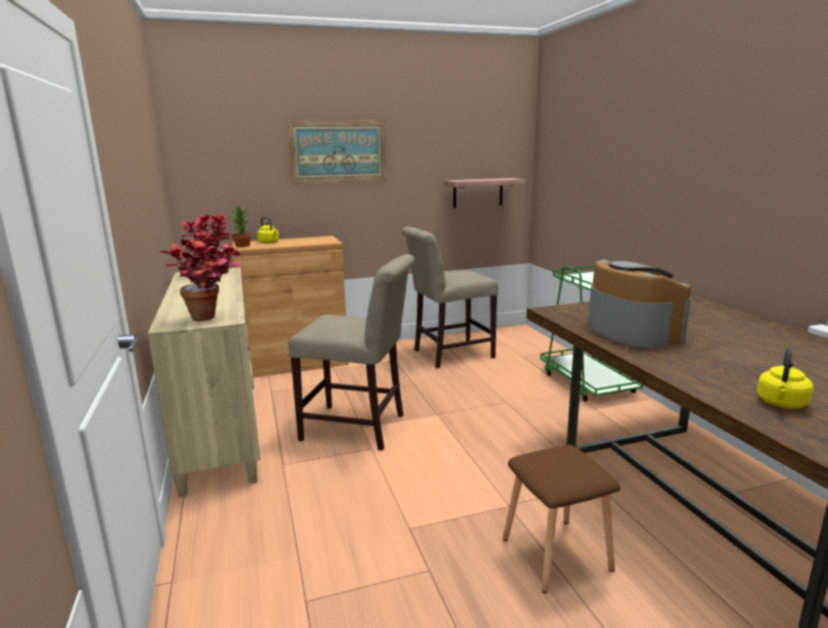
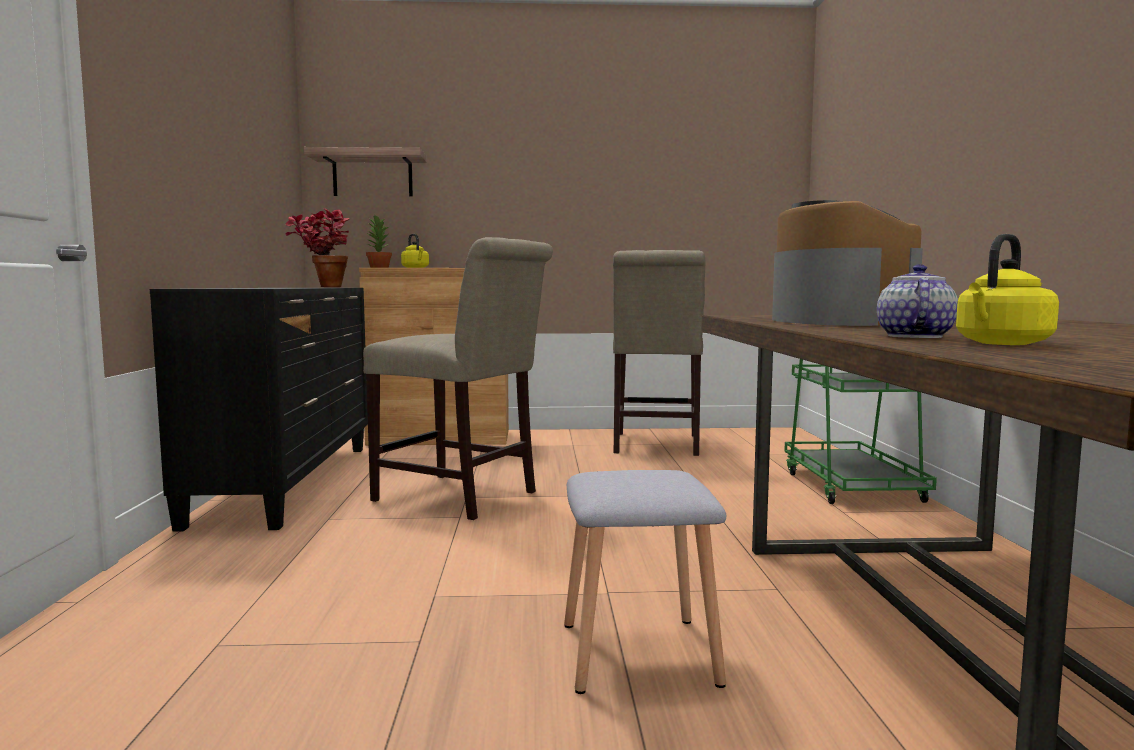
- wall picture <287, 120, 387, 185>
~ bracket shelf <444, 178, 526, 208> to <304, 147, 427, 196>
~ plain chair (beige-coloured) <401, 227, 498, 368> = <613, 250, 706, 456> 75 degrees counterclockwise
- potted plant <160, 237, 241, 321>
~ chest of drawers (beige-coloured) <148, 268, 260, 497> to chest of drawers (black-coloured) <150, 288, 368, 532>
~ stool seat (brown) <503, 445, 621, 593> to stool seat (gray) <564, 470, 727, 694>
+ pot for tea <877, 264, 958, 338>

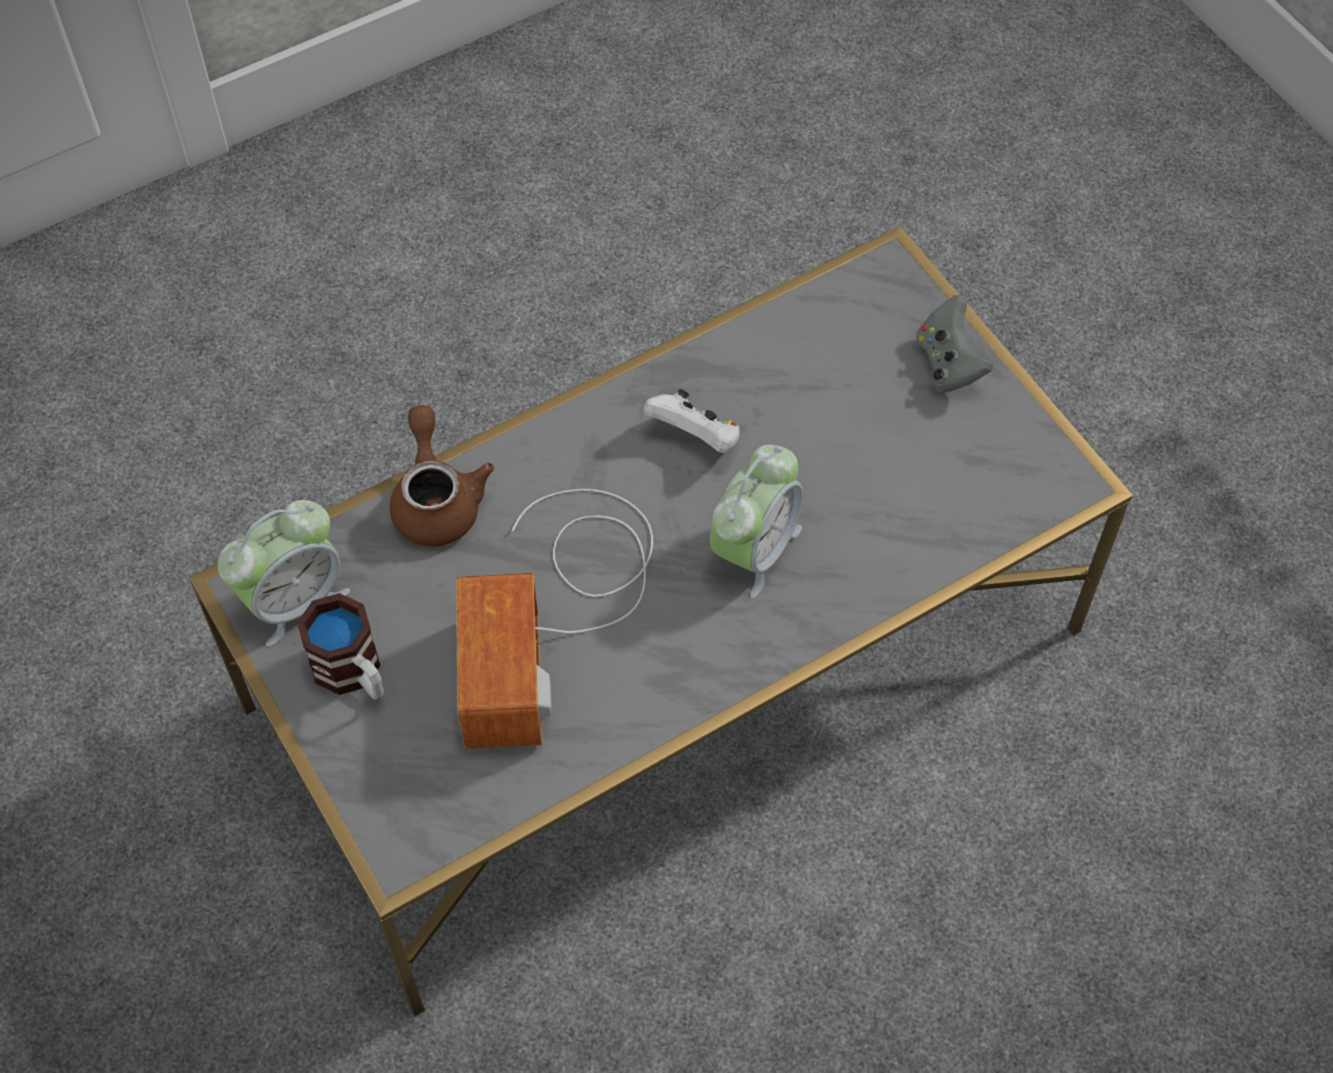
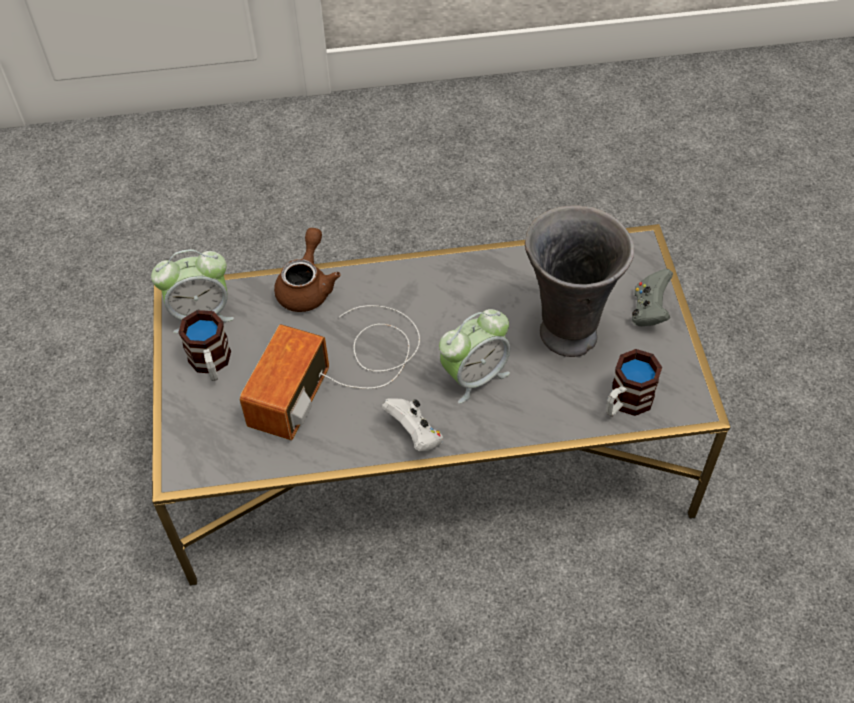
~ gamepad (whitish) <643, 389, 740, 453> to <382, 398, 443, 451>
+ decorative vase (gray) <525, 205, 634, 357>
+ coffee mug <606, 349, 662, 416>

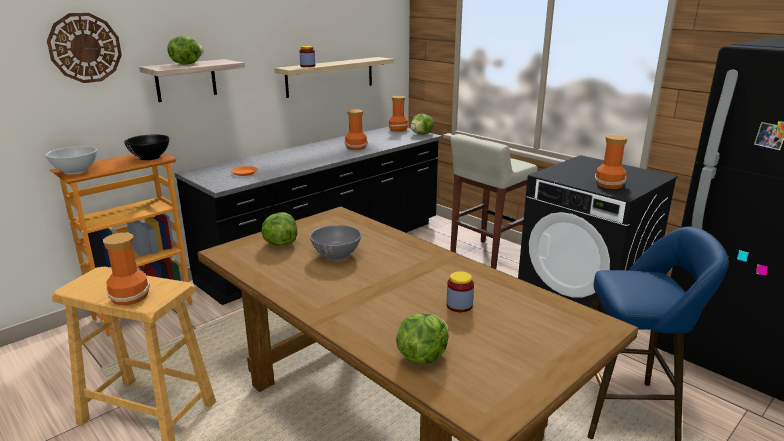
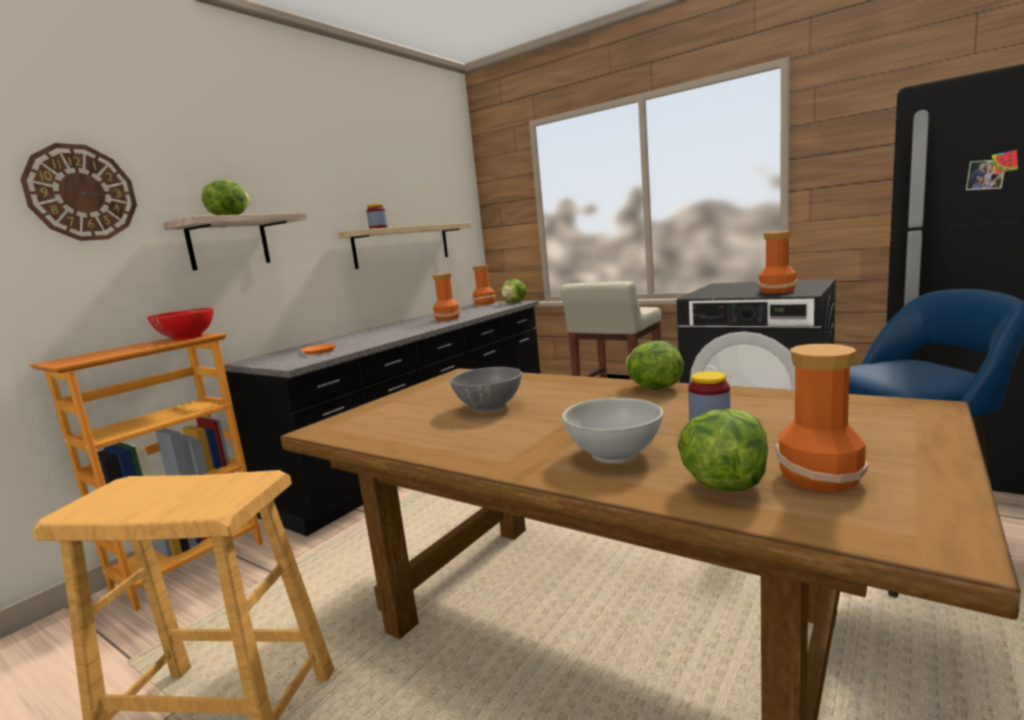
~ bowl (black-coloured) <124, 134, 169, 160> to bowl (red-coloured) <147, 308, 214, 341>
~ bowl (whitish) <45, 146, 97, 175> to <562, 398, 663, 463>
~ head of lettuce <261, 212, 297, 246> to <626, 341, 684, 389>
~ decorative vase <103, 233, 150, 305> to <775, 344, 868, 492>

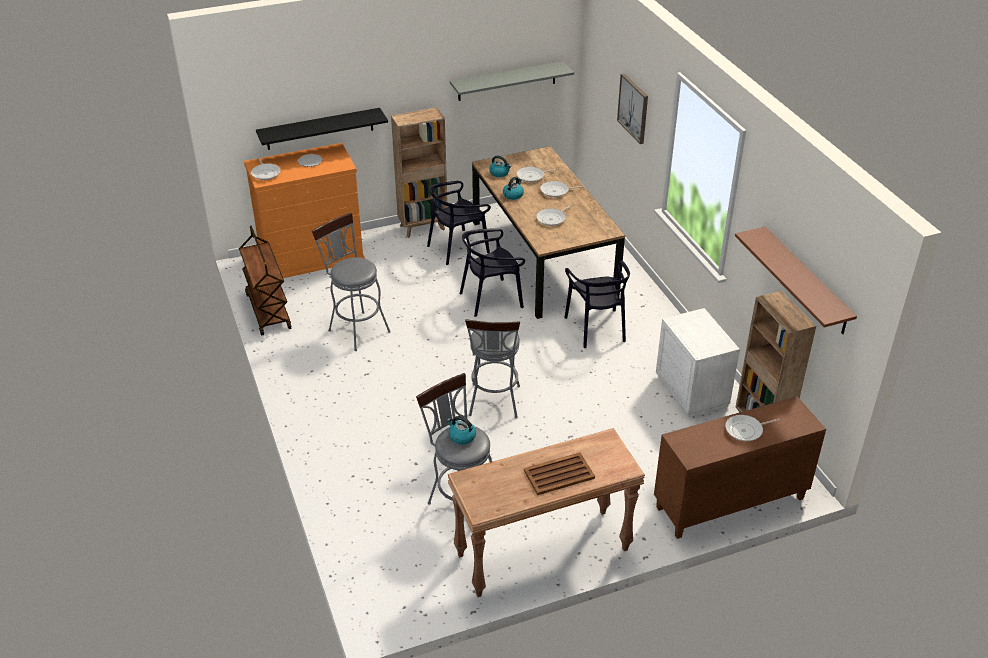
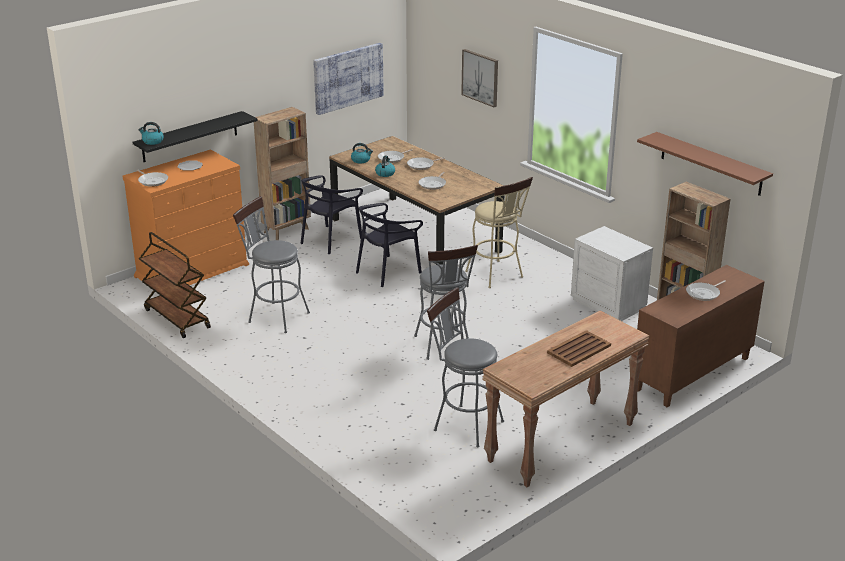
~ bracket shelf (gray) <450, 61, 574, 101> to wall picture <313, 43, 384, 115>
~ plain chair (black-coloured) <564, 261, 630, 348> to stool seat (beige-coloured) <465, 177, 533, 288>
~ water kettle <447, 416, 476, 444> to <138, 122, 164, 145>

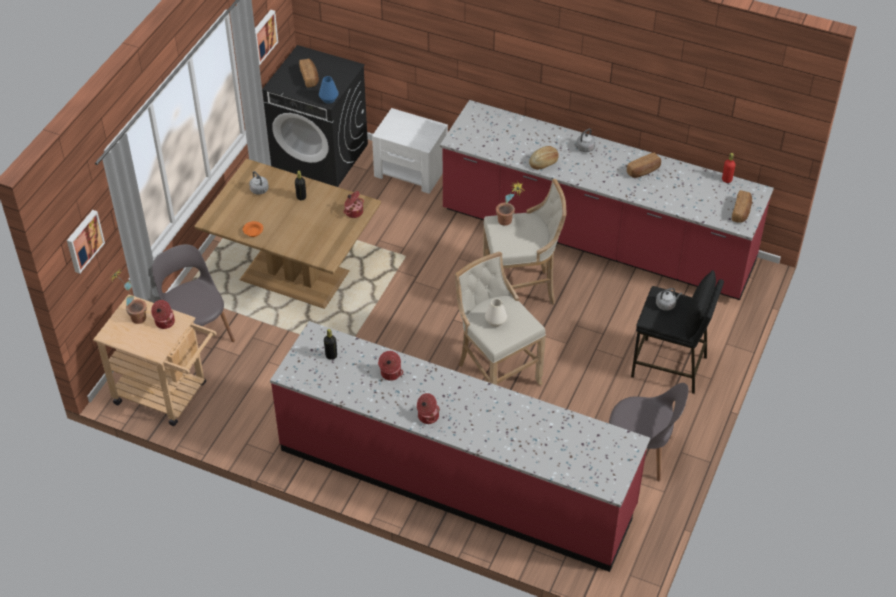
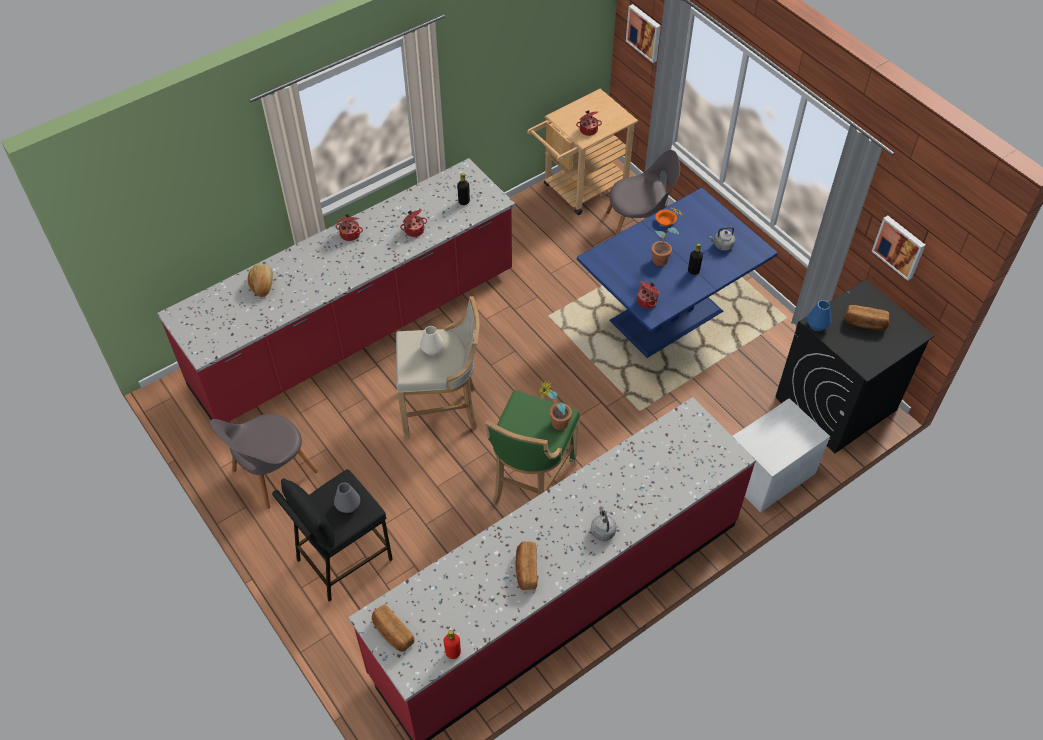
~ bakery bread <529, 146, 559, 169> to <248, 264, 273, 297>
~ dining table (brown) <195, 159, 381, 309> to dining table (blue) <577, 188, 778, 358>
~ stool seat (beige-coloured) <483, 179, 566, 305> to stool seat (green-coloured) <485, 390, 580, 505>
~ potted plant <110, 270, 147, 324> to <651, 208, 683, 266>
~ water kettle (gray) <656, 288, 682, 311> to decorative vase (gray) <334, 483, 360, 513>

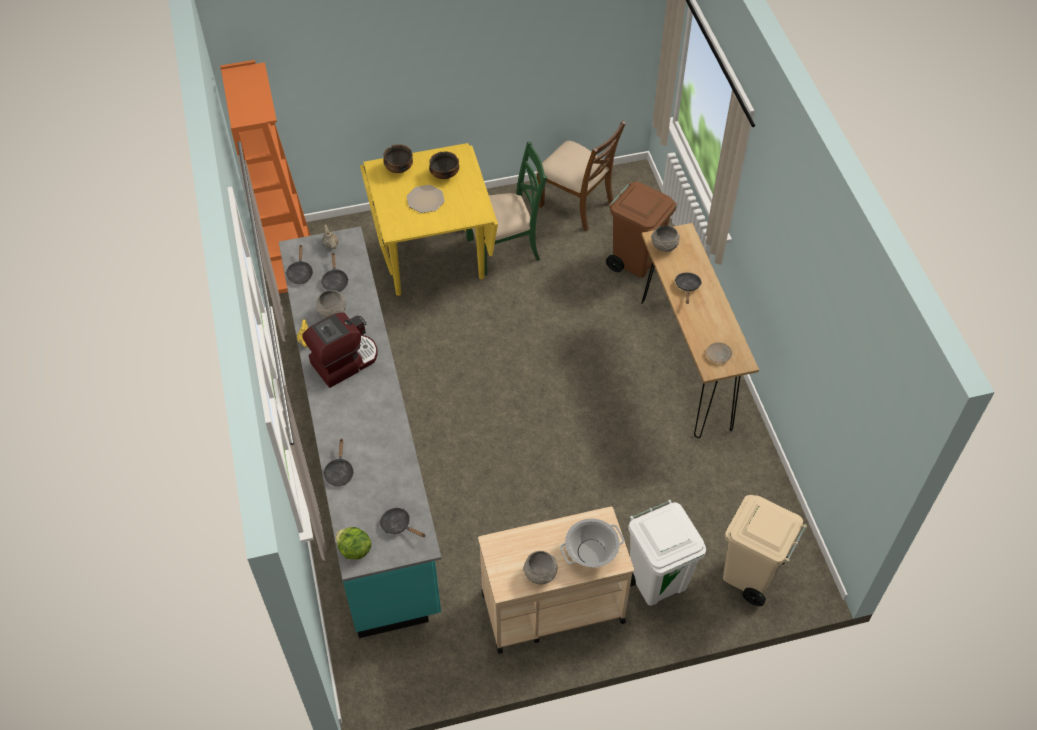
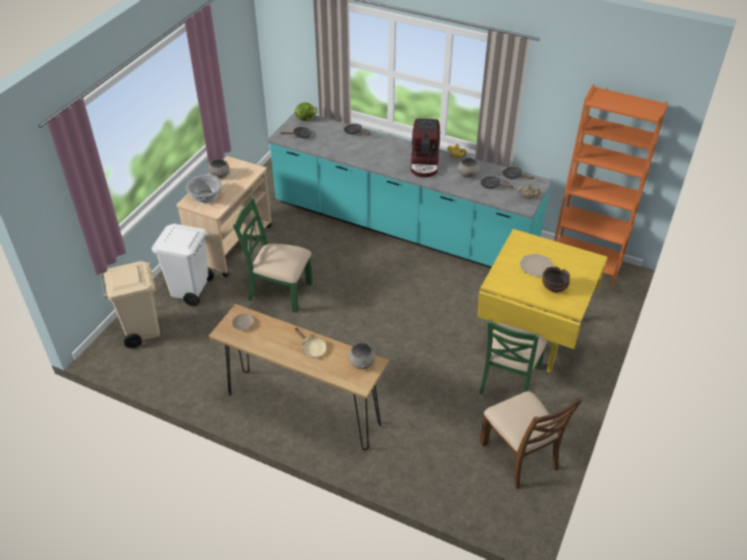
~ plain chair (brown) <536, 121, 626, 231> = <480, 391, 582, 489> 105 degrees counterclockwise
- bowl <383, 145, 413, 173>
- rubbish bin (brown) <606, 182, 677, 278>
~ pan (black-coloured) <675, 272, 702, 304> to pan (beige-coloured) <295, 328, 327, 358>
+ plain chair (green-coloured) <233, 198, 313, 313>

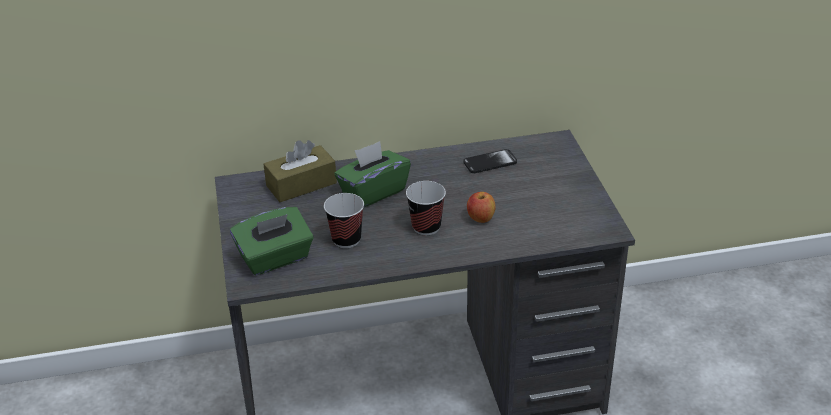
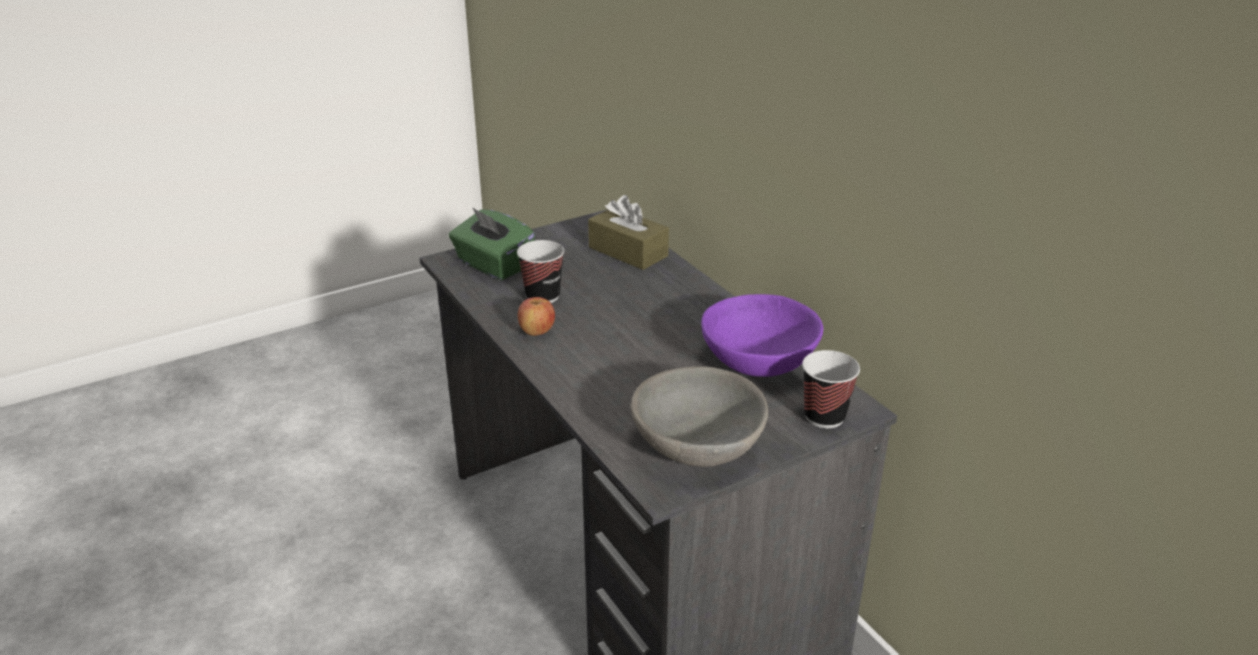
- tissue holder (green-coloured) <334, 141, 411, 207>
~ phone <463, 149, 517, 173> to bowl (purplish) <701, 294, 823, 377>
~ cup <406, 181, 446, 235> to <802, 350, 860, 428>
~ apple fruit <467, 192, 496, 223> to <518, 297, 555, 336>
+ bowl (gray) <631, 366, 768, 467>

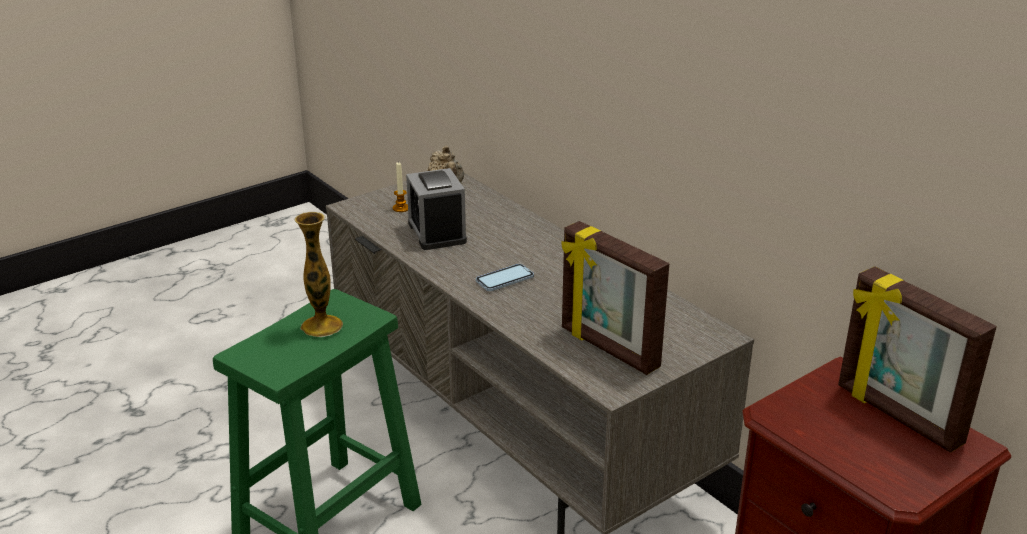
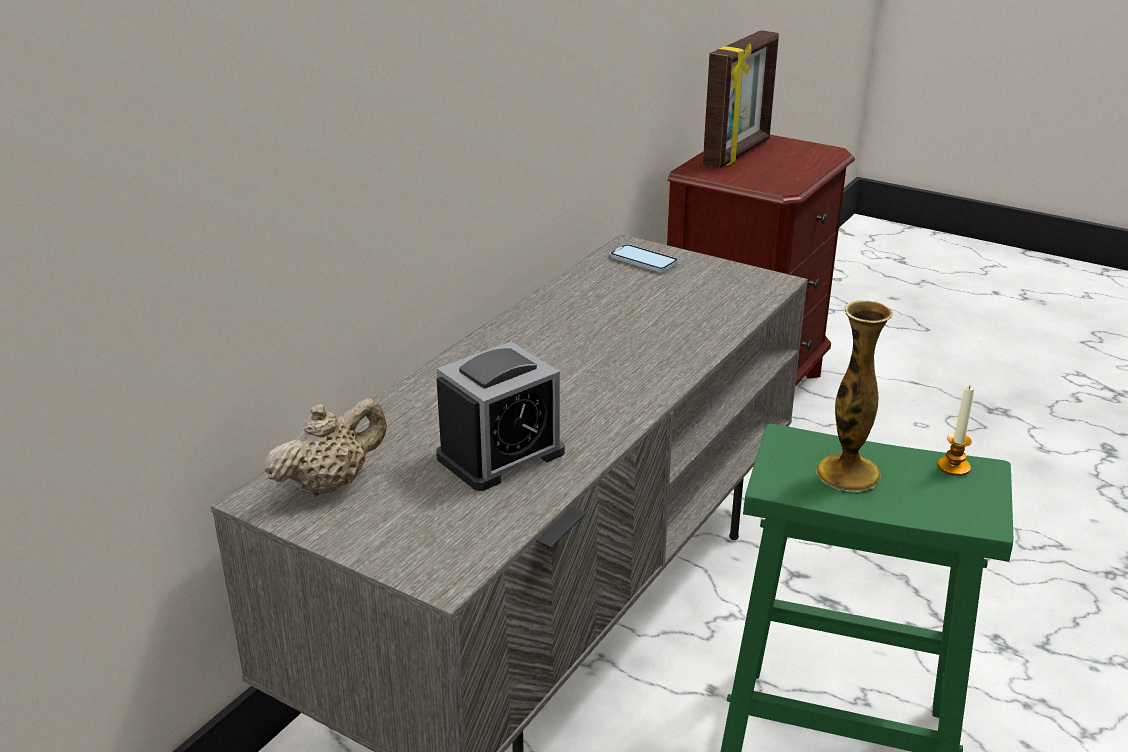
~ wax candle <393, 162, 408, 212> to <938, 386, 974, 476>
- photo frame <562, 221, 669, 375>
~ phone <476, 264, 534, 291> to <610, 244, 679, 272>

